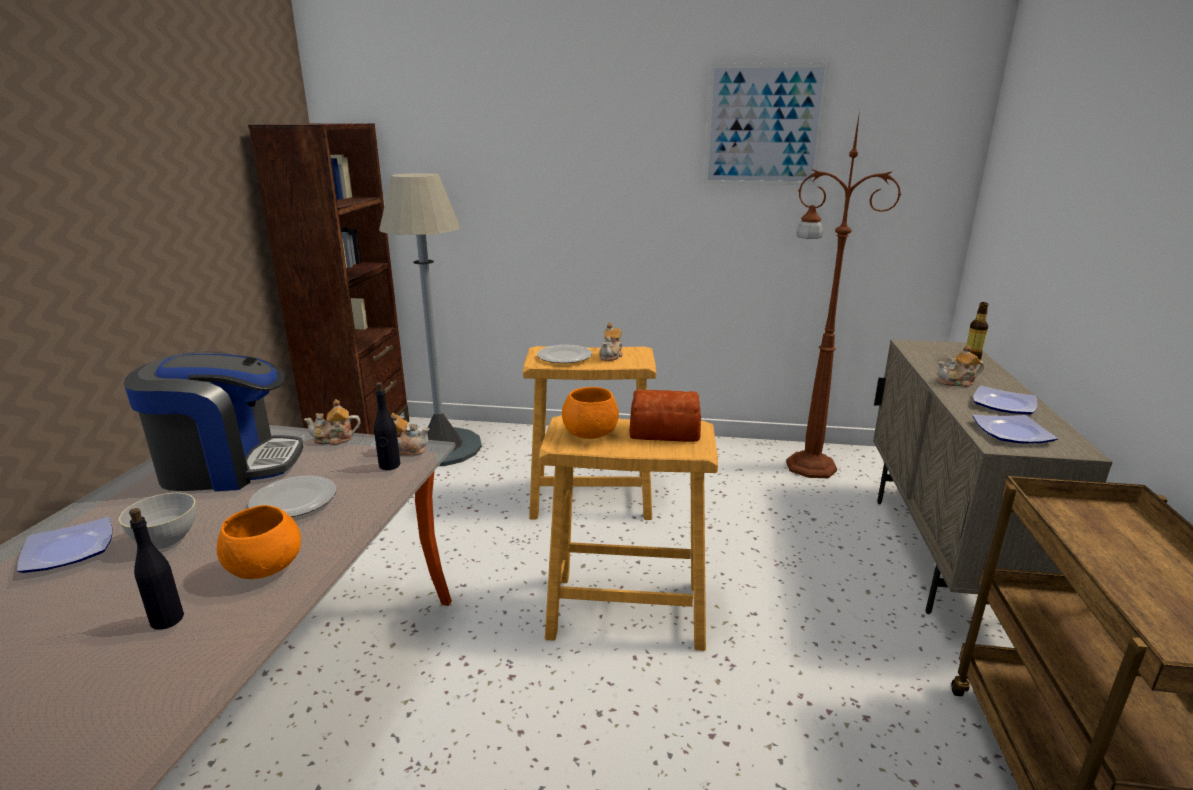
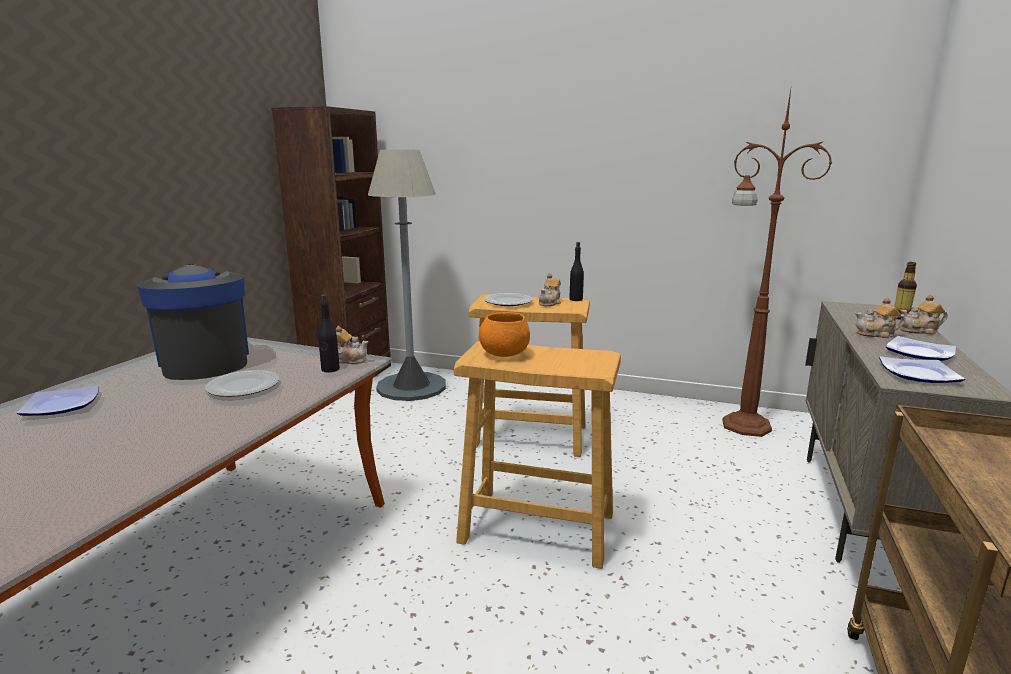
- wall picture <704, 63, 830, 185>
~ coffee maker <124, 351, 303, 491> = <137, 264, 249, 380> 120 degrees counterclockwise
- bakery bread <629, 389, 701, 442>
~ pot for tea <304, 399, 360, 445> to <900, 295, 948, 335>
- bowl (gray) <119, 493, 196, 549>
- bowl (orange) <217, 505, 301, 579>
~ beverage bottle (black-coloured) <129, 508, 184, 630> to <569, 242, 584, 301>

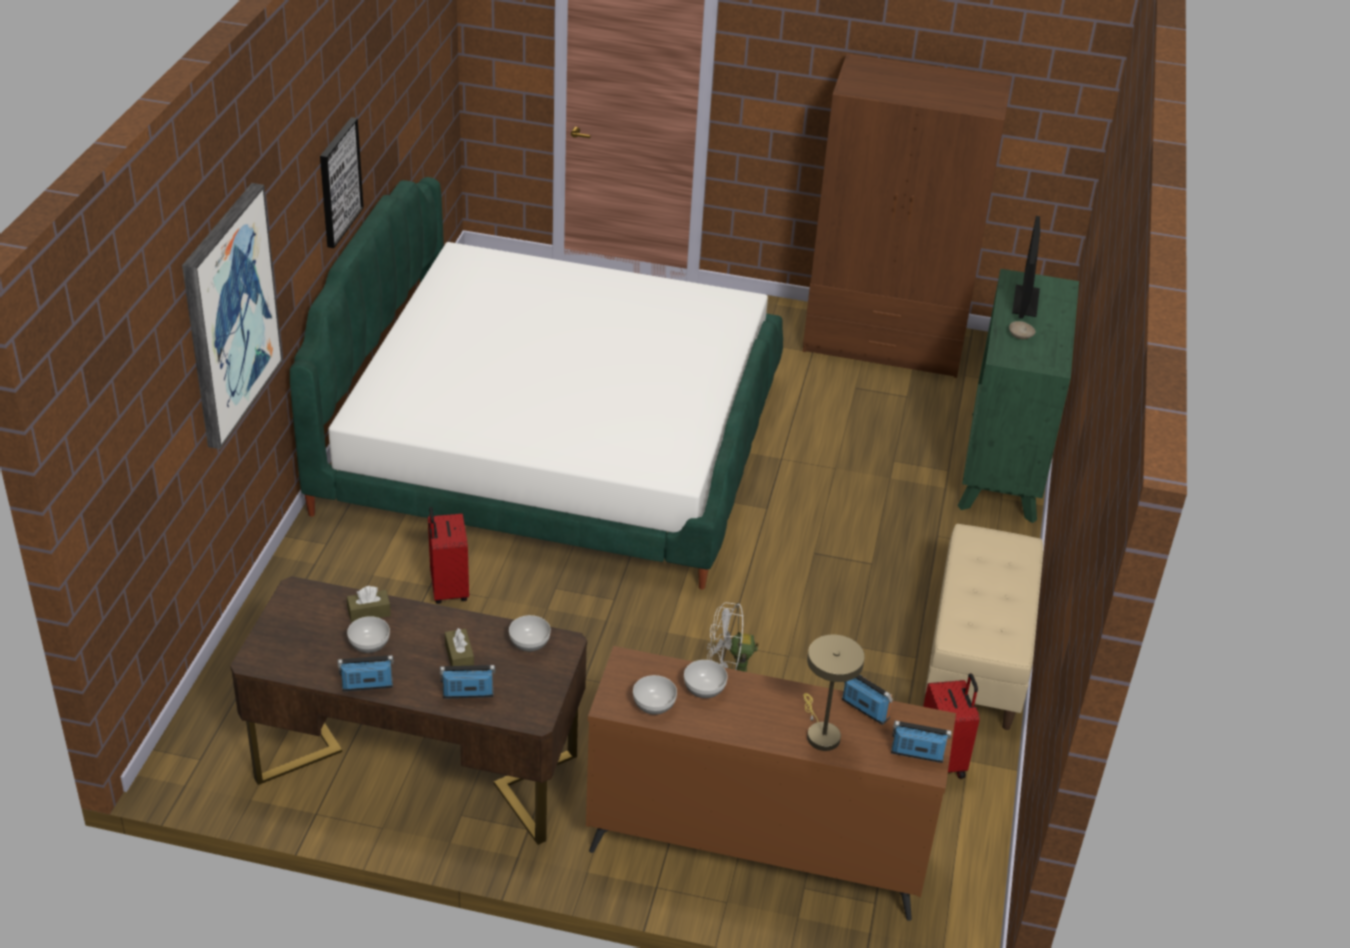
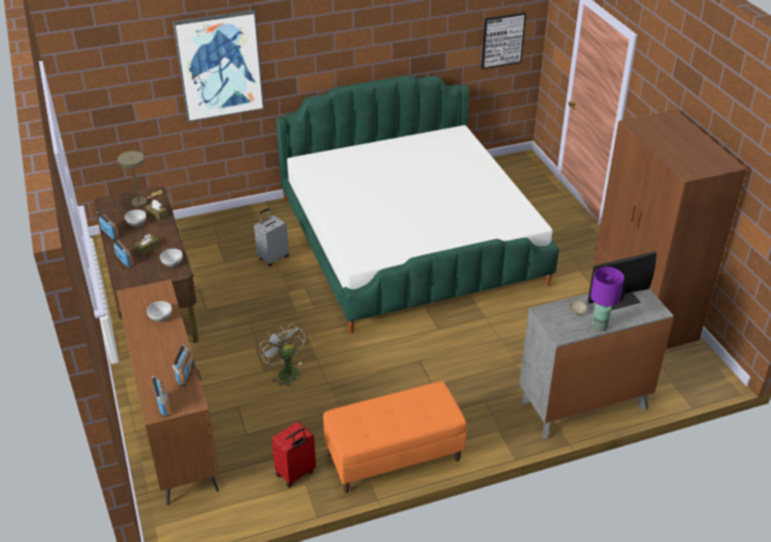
~ wall picture <320, 117, 364, 248> to <482, 13, 526, 69>
~ chest of drawers (green-coloured) <958, 269, 1079, 523> to chest of drawers (gray) <519, 289, 674, 439>
~ travel case (red-coloured) <428, 507, 469, 604> to travel case (gray) <254, 208, 289, 266>
~ long seat (beige-coloured) <925, 524, 1043, 730> to long seat (orange) <323, 381, 467, 493>
~ lamp for a table (beige-coloured) <803, 635, 865, 751> to <118, 151, 162, 208>
- bowl <633, 675, 677, 715>
+ lamp for a table (purplish) <591, 267, 624, 332>

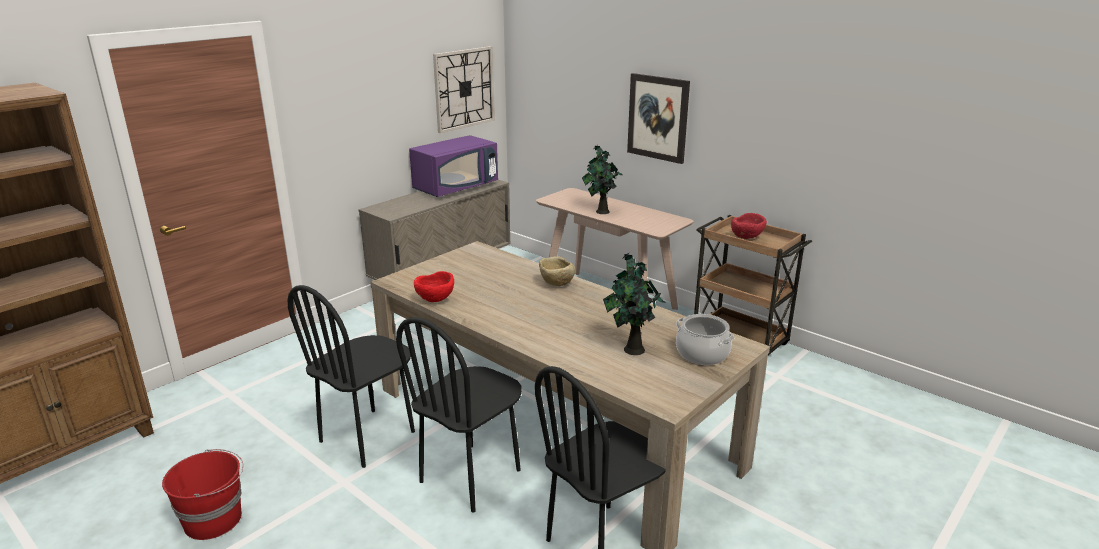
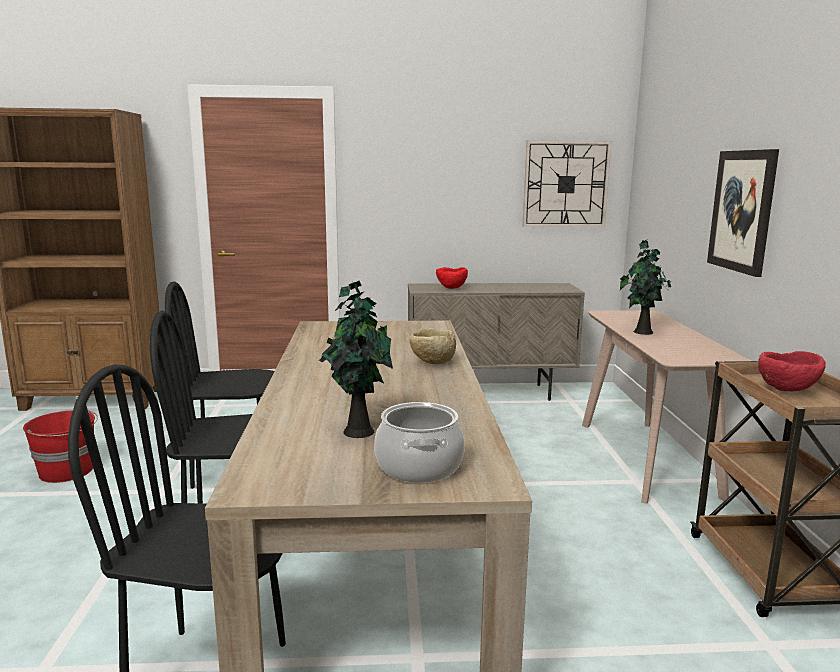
- kitchen microwave (purplish) <409, 135, 498, 197>
~ bowl (red-coloured) <414, 271, 454, 302> to <436, 267, 468, 289>

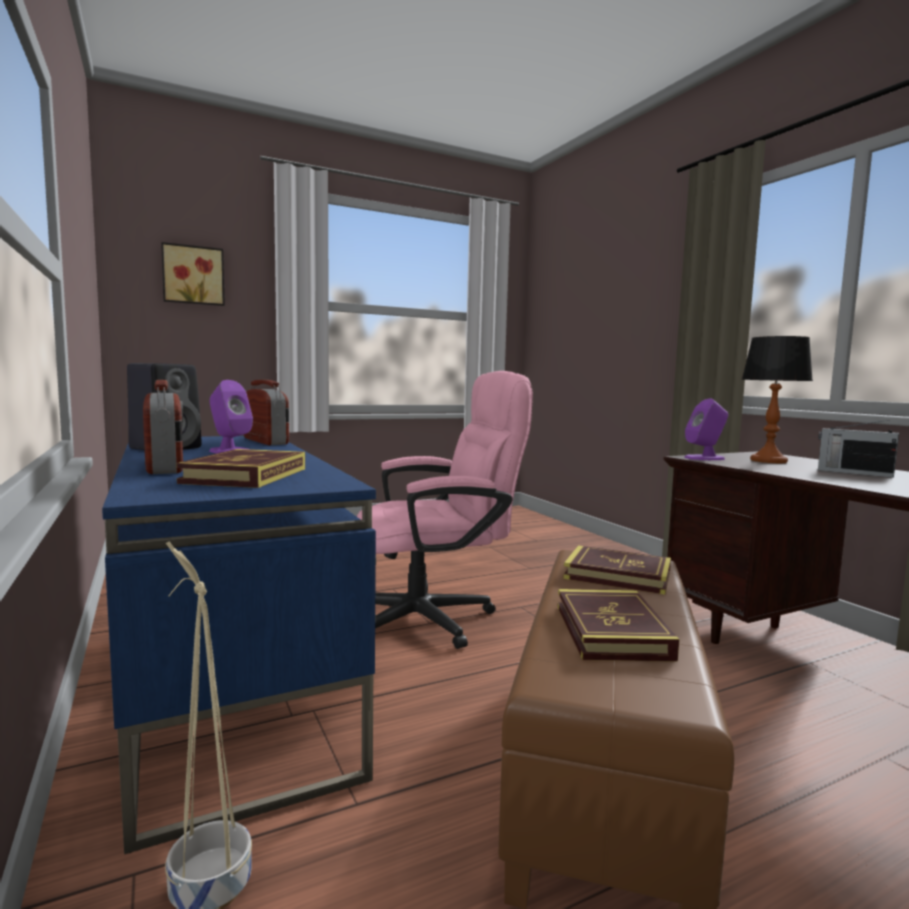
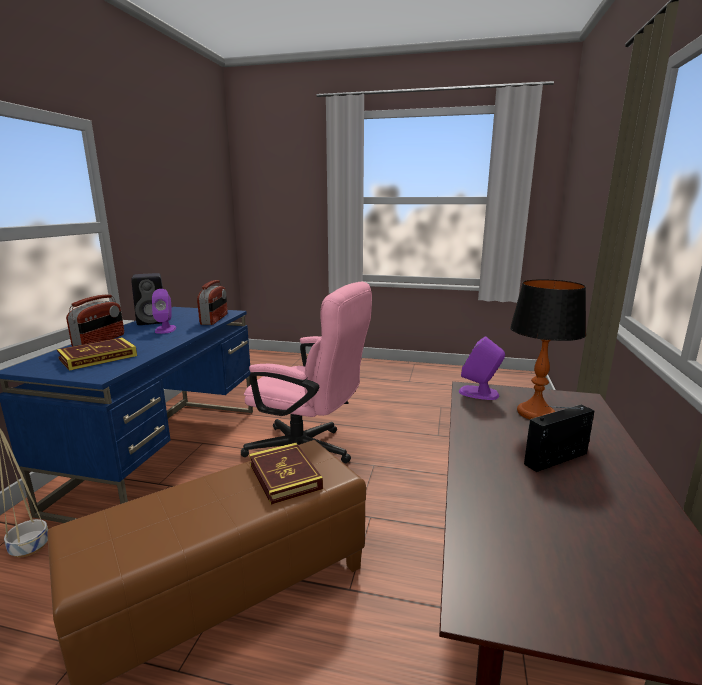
- wall picture <161, 242, 225, 306>
~ radio receiver <818, 420, 899, 478> = <524, 405, 595, 472> 75 degrees clockwise
- volume <557, 589, 679, 662>

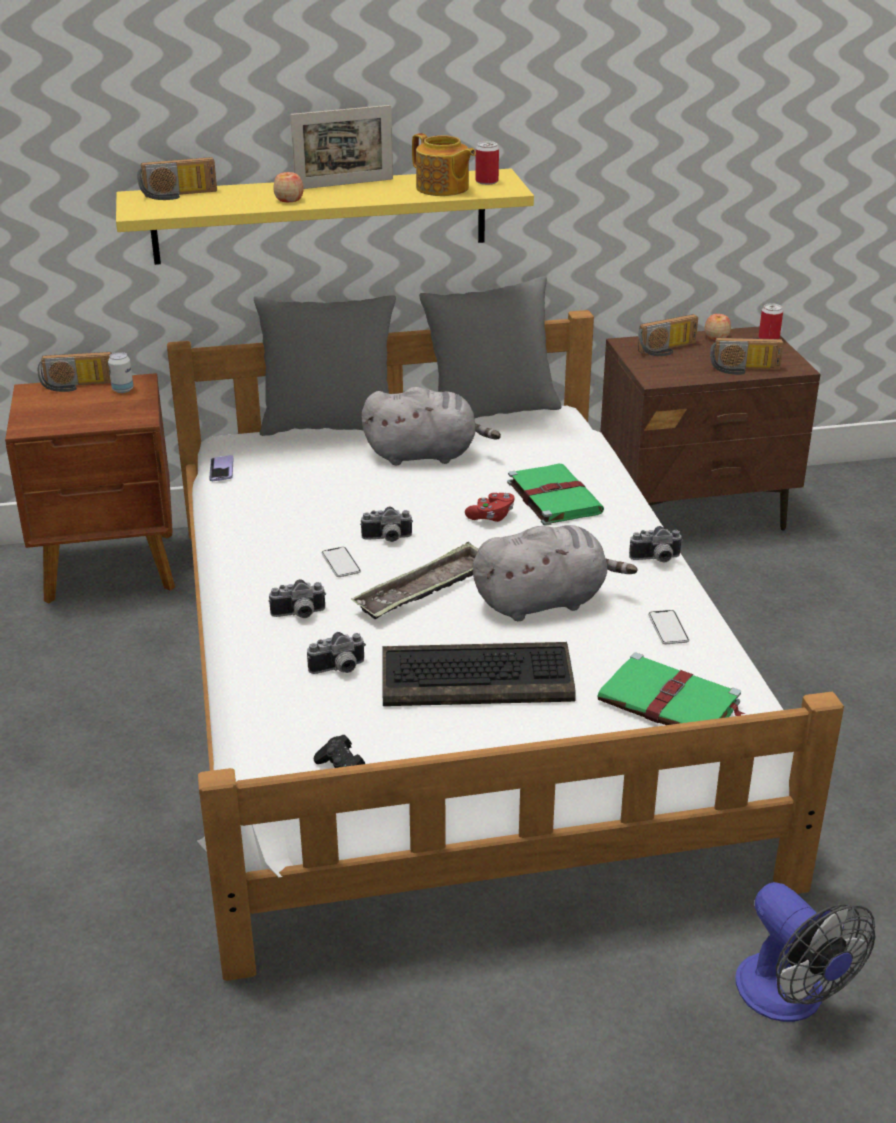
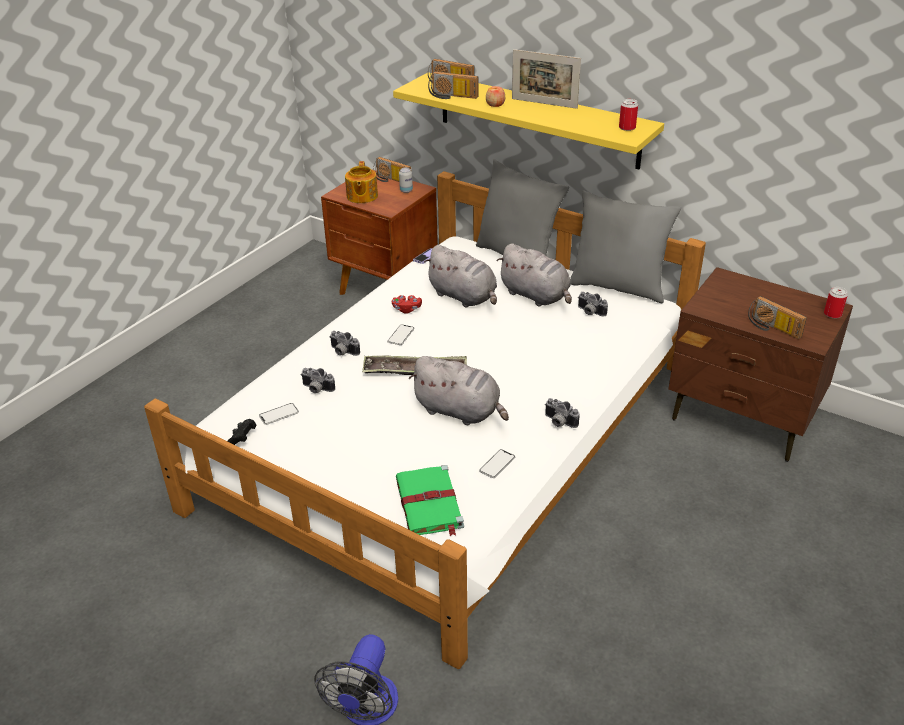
~ pot for tea <412, 133, 476, 196> to <345, 161, 378, 203>
~ radio receiver <638, 314, 698, 356> to <428, 72, 479, 99>
- apple fruit <705, 314, 731, 340>
- volume (green-coloured) <507, 464, 604, 526>
~ gamepad (red-coloured) <465, 493, 515, 522> to <392, 295, 422, 314>
~ photo camera <360, 506, 413, 542> to <578, 292, 608, 317>
- PC keyboard <383, 642, 576, 706>
+ plush toy (gray) <424, 245, 497, 307>
+ phone <259, 403, 299, 425>

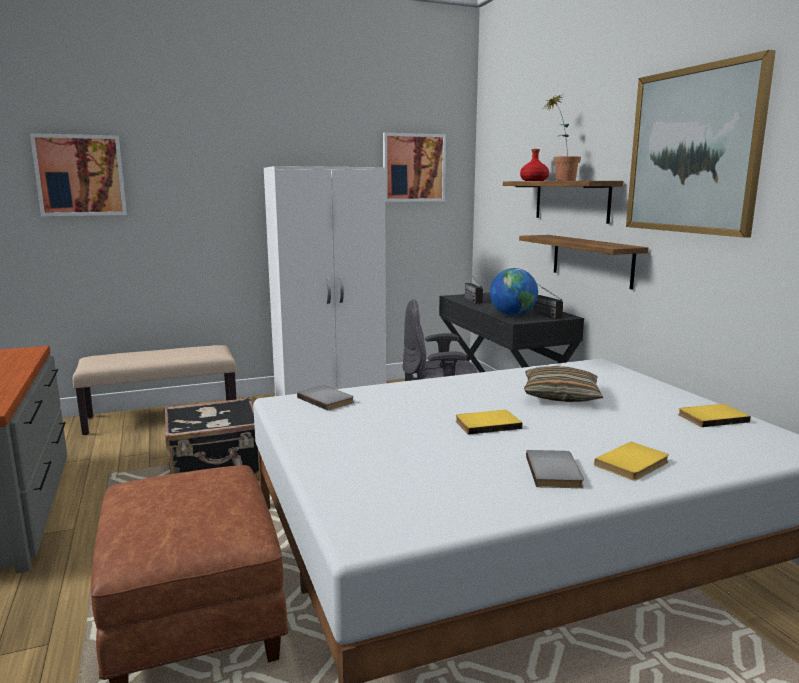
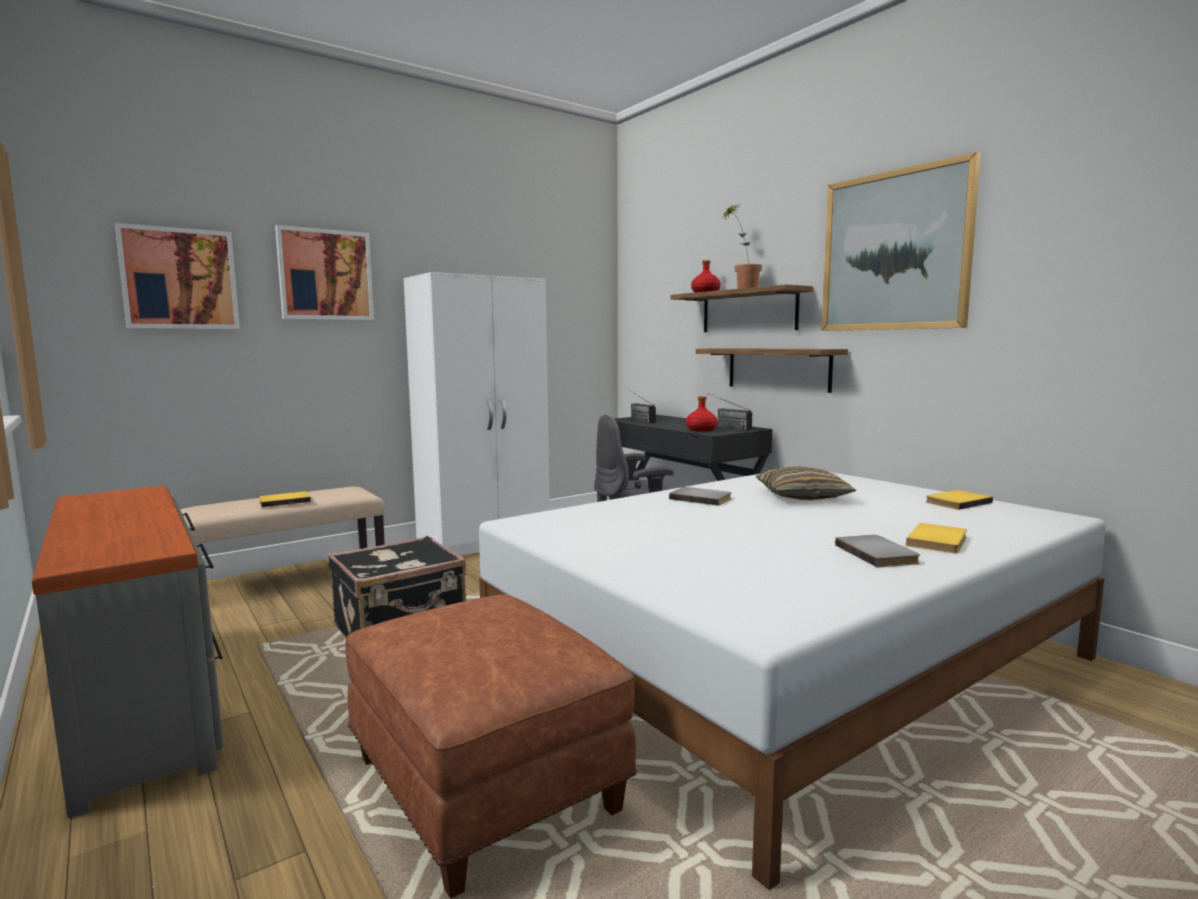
~ wall picture <383, 133, 446, 202> to <275, 225, 374, 320>
~ globe <490, 268, 538, 316> to beverage bottle (red-coloured) <686, 396, 717, 431>
~ volume (gray) <297, 385, 354, 411> to <669, 487, 731, 506>
~ volume (yellow) <456, 410, 522, 435> to <259, 491, 311, 507>

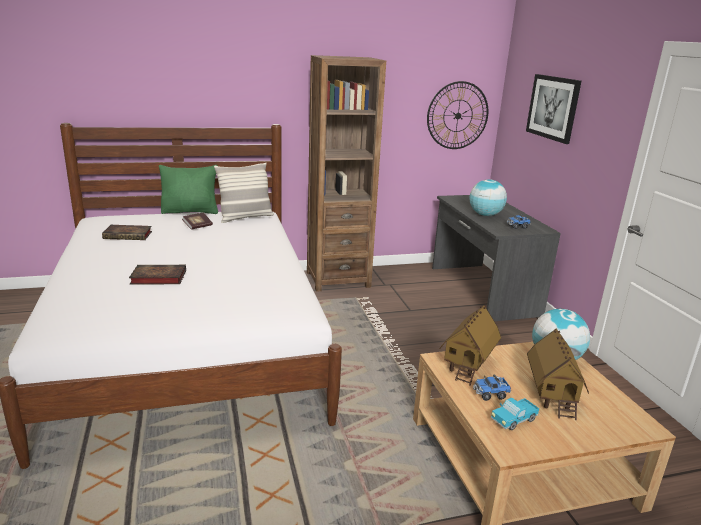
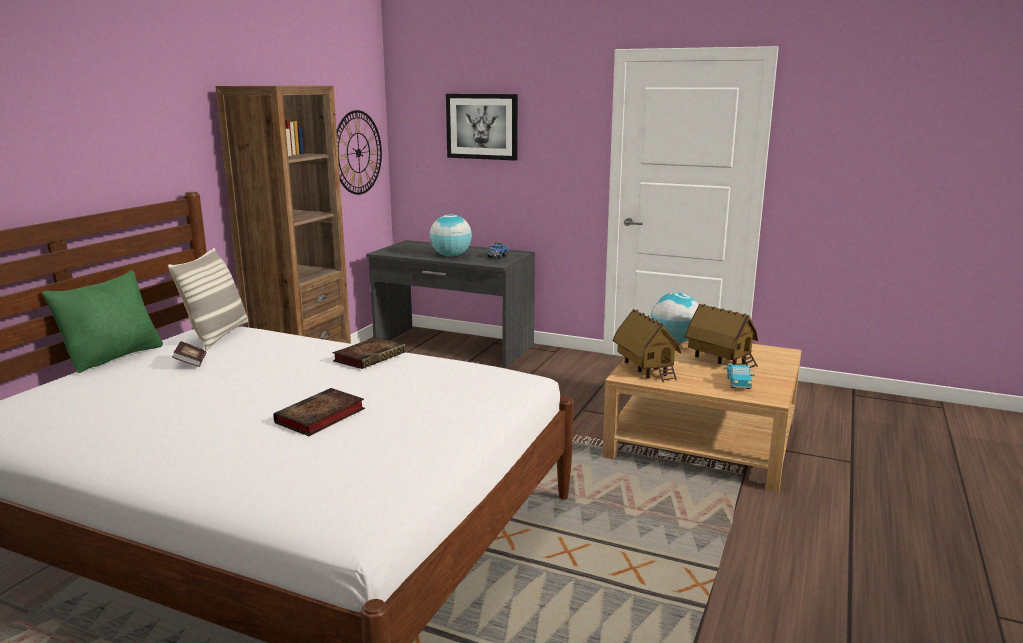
~ volume <102, 225, 152, 240> to <332, 337, 406, 369>
- model truck <473, 374, 511, 401>

